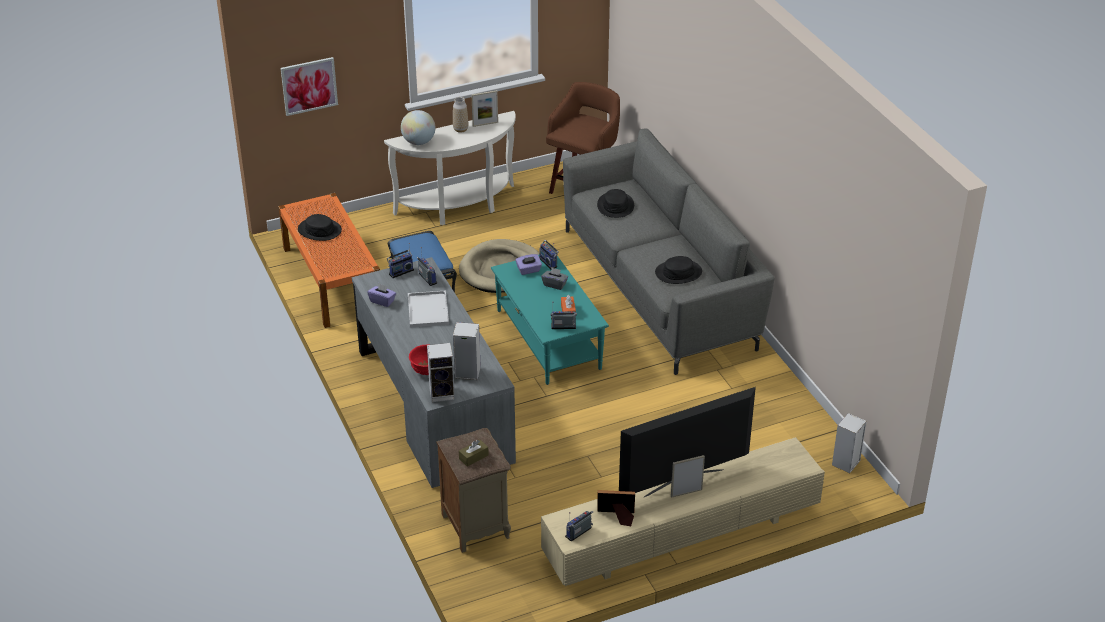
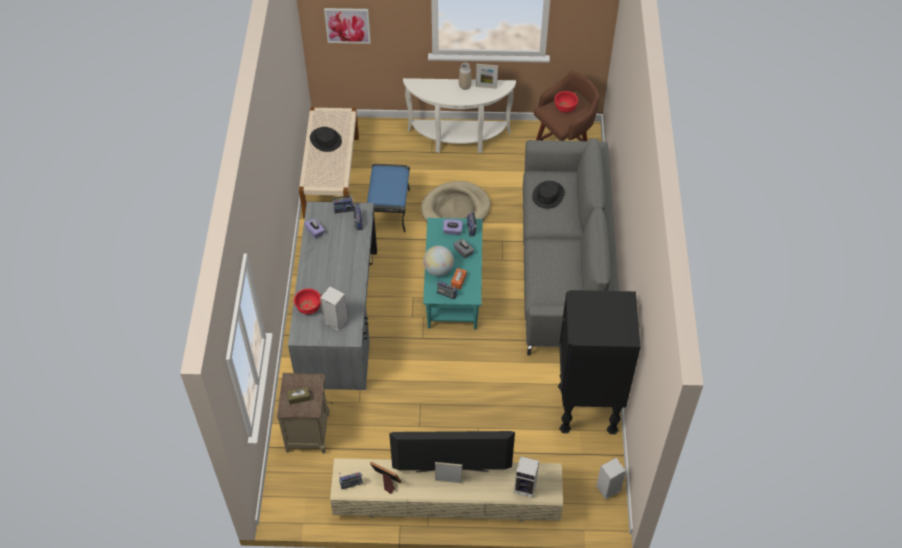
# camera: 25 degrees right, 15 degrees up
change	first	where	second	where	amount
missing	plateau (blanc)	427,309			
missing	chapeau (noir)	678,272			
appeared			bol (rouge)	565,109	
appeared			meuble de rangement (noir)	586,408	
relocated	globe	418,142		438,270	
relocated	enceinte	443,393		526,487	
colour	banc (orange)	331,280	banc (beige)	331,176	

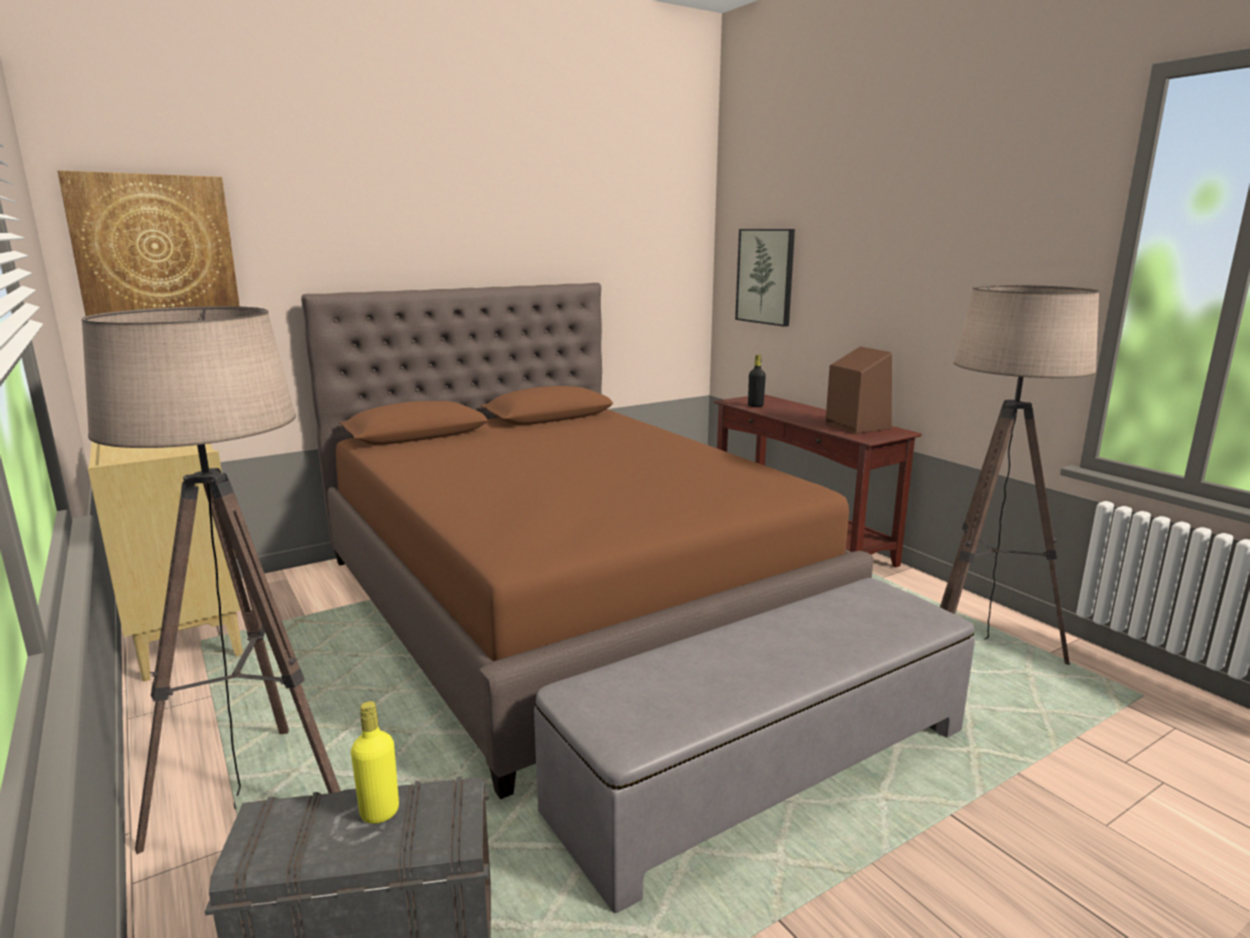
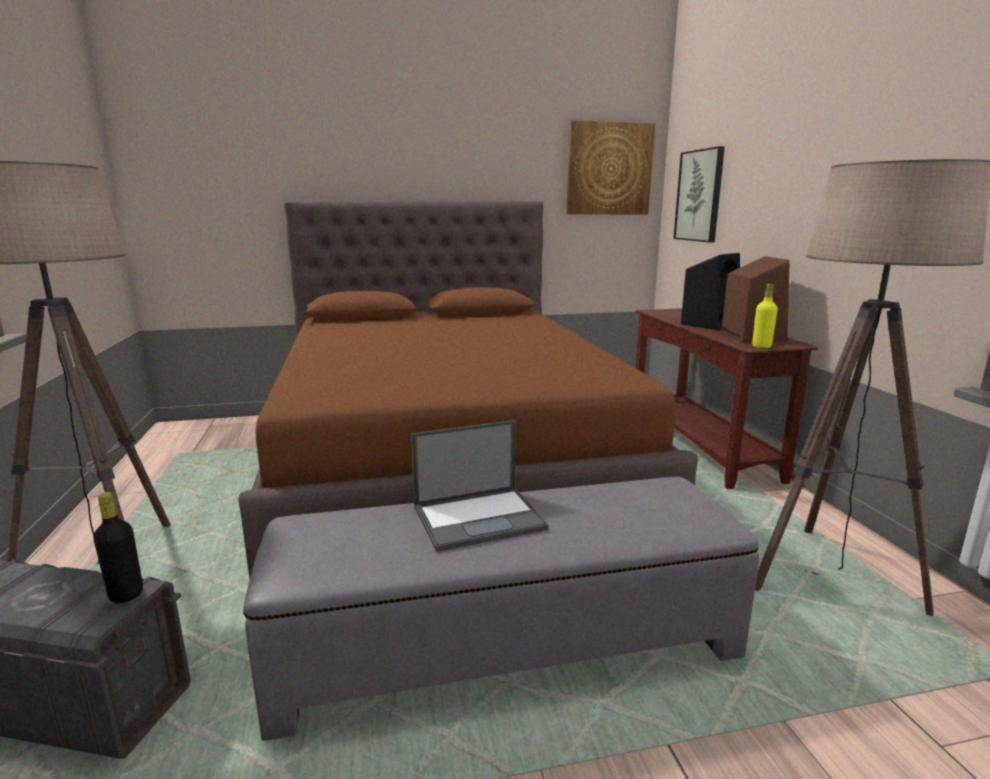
# camera: 20 degrees right, 0 degrees up
change	first	where	second	where	amount
missing	meuble de rangement (beige)	188,638			
appeared			ordinateur portable	480,517	
appeared			enceinte (noir)	710,324	
relocated	tableau	155,246		609,169	
relocated	bouteille (jaune)	379,812		761,346	
relocated	bouteille (noir)	755,406		126,594	

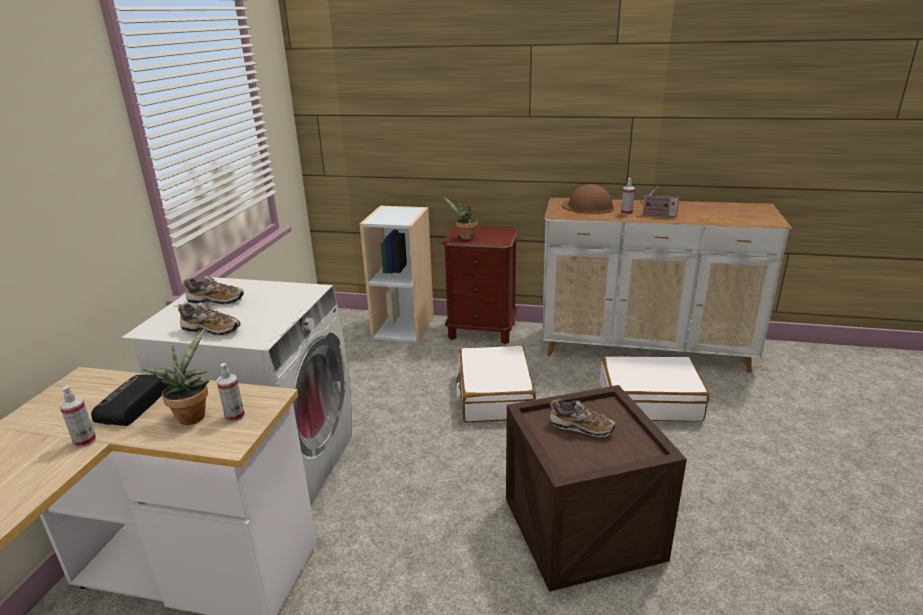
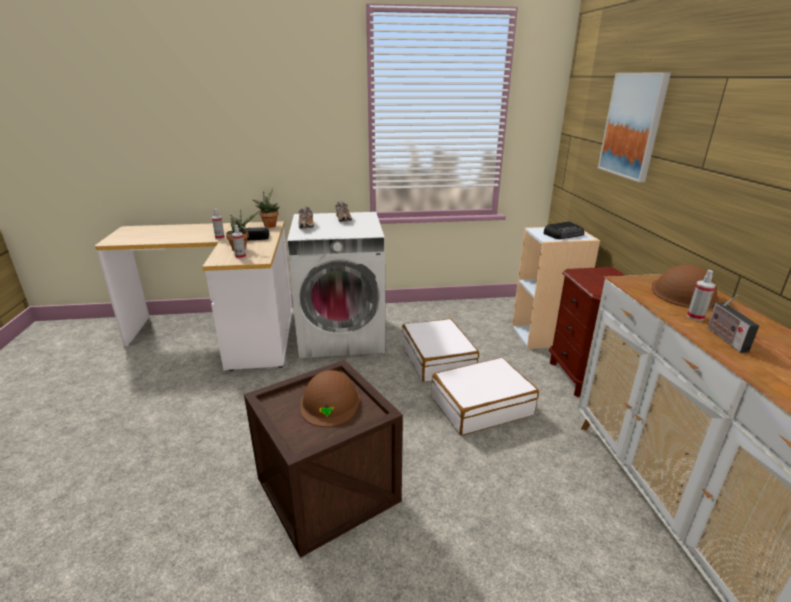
# camera: 70 degrees right, 0 degrees up
change	first	where	second	where	amount
appeared			radio	564,234	
appeared			tableau	633,125	
relocated	plante en pot	465,237		269,225	
relocated	valise (blanc)	649,401		438,359	
exchanged	chaussure	581,427	casque de chantier (marron)	330,402	

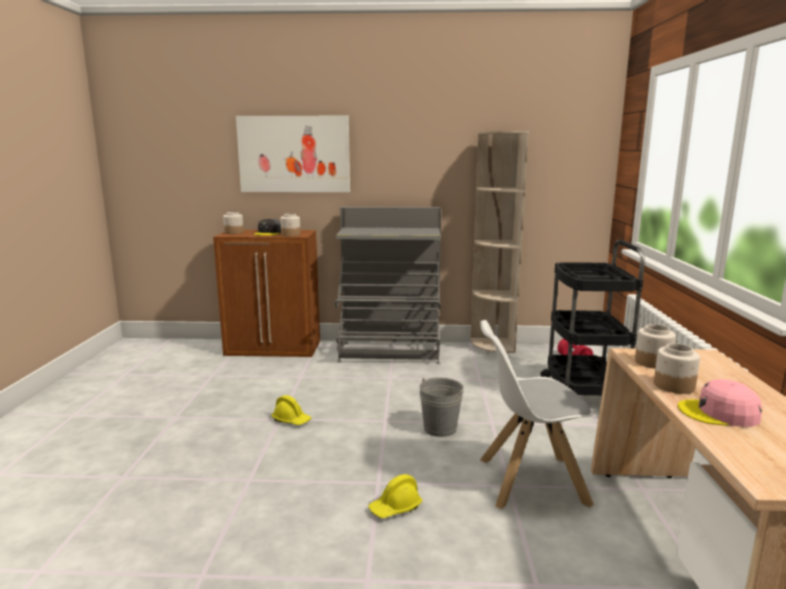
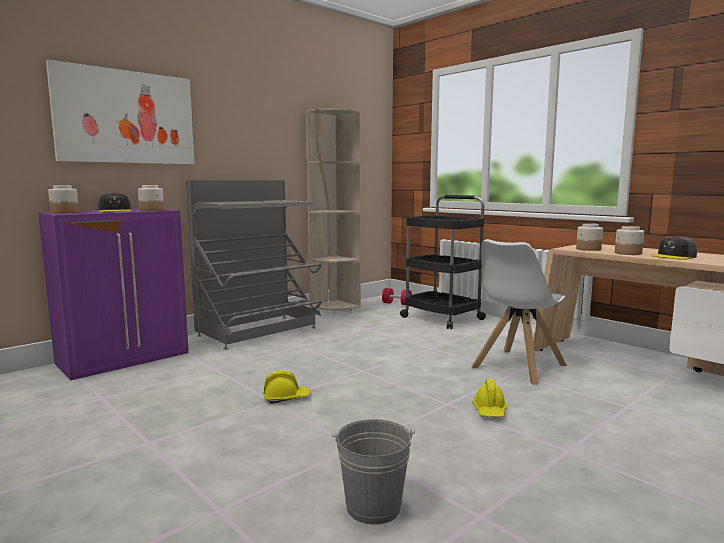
# camera: 45 degrees left, 5 degrees down
change	first	where	second	where	amount
relocated	seau (gris)	440,428		373,506	
colour	meuble de rangement (marron)	273,348	meuble de rangement (violet)	124,358	
colour	casquette (rose)	719,413	casquette (gris)	674,256	

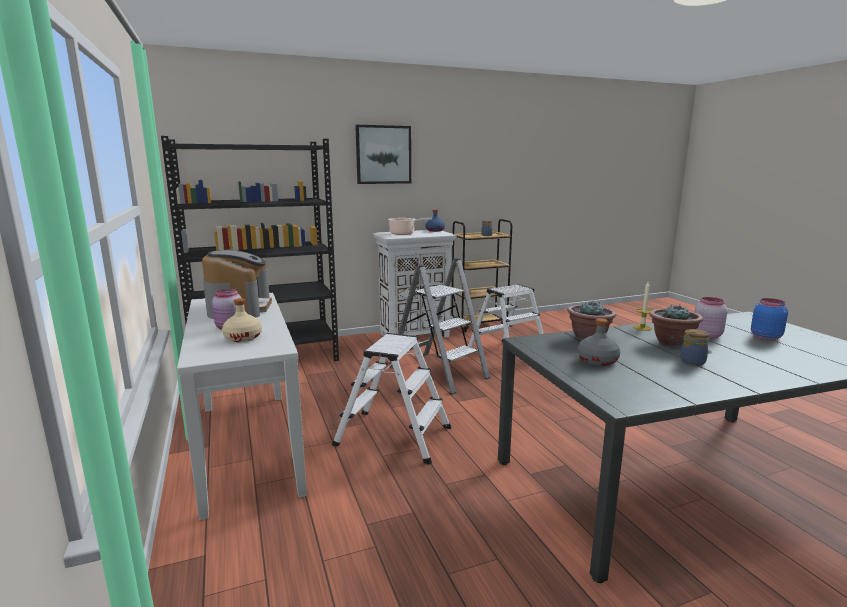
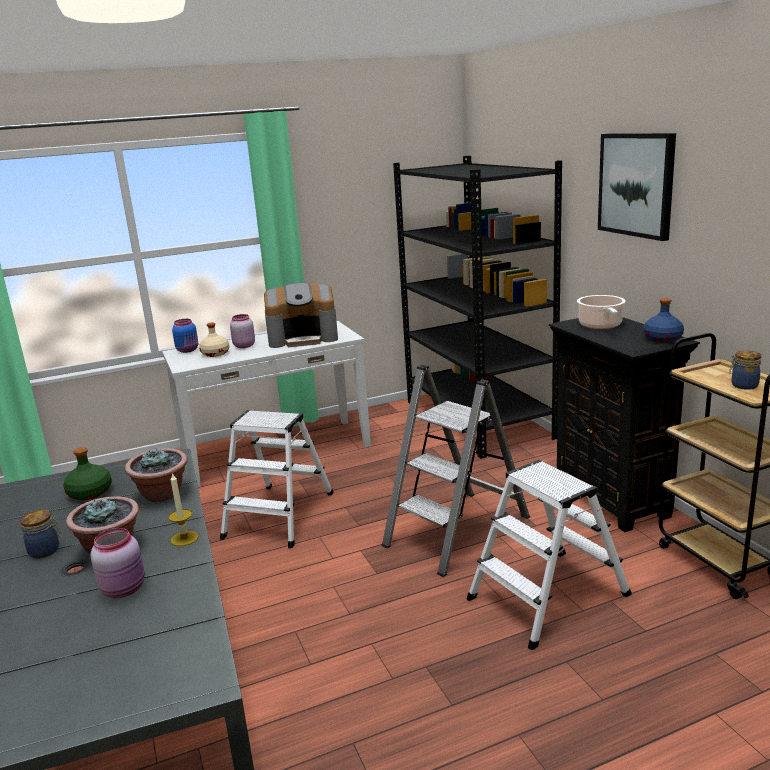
# camera: 90 degrees right, 5 degrees up
change	first	where	second	where	amount
relocated	bocal (bleu)	765,337		188,350	
colour	meuble de rangement (blanc)	415,335	meuble de rangement (noir)	613,500	
colour	bouteille (gris)	598,361	bouteille (vert)	89,493	

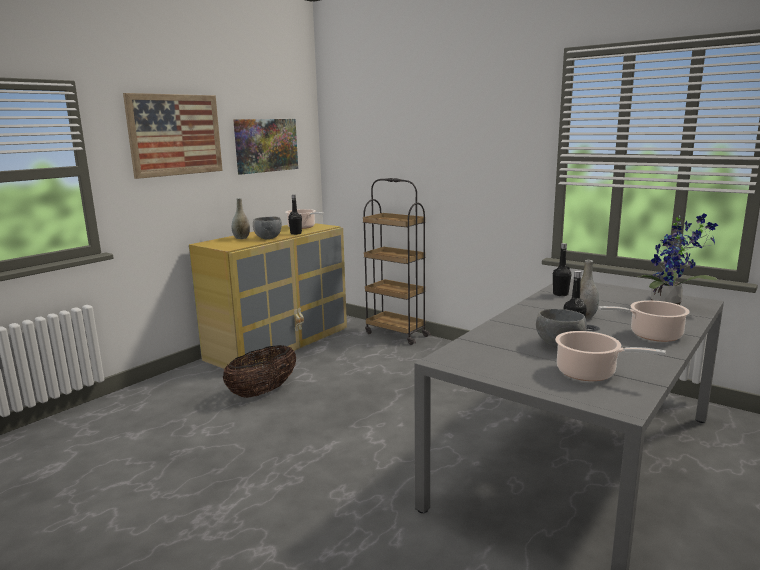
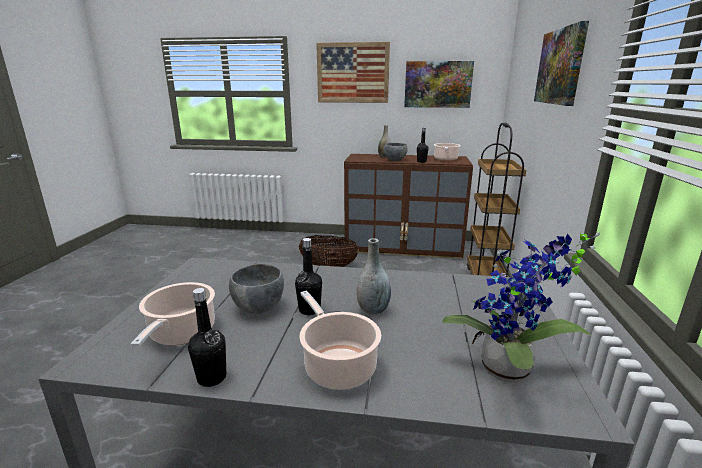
# camera: 60 degrees right, 5 degrees up
change	first	where	second	where	amount
appeared			tableau	560,66	
relocated	bouteille (noir)	560,294		212,378	
colour	meuble de rangement (jaune)	279,343	meuble de rangement (marron)	403,247	

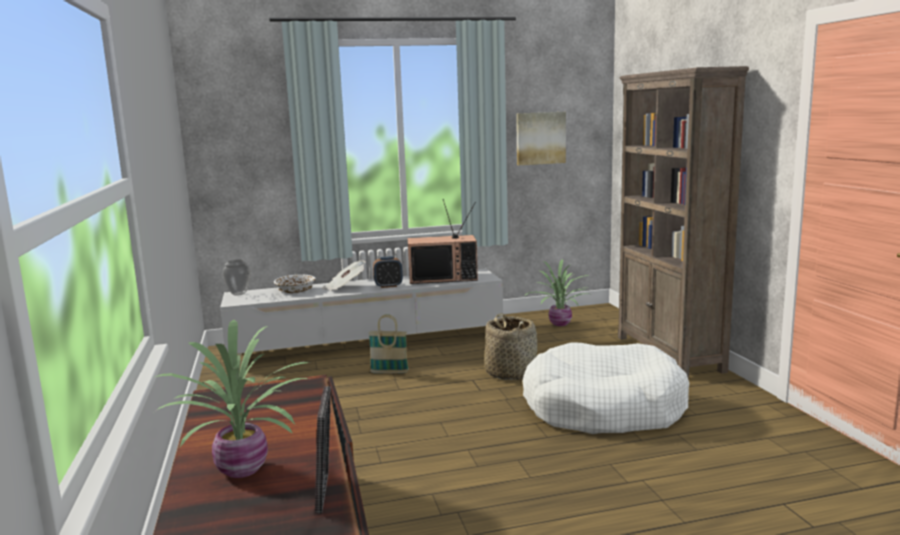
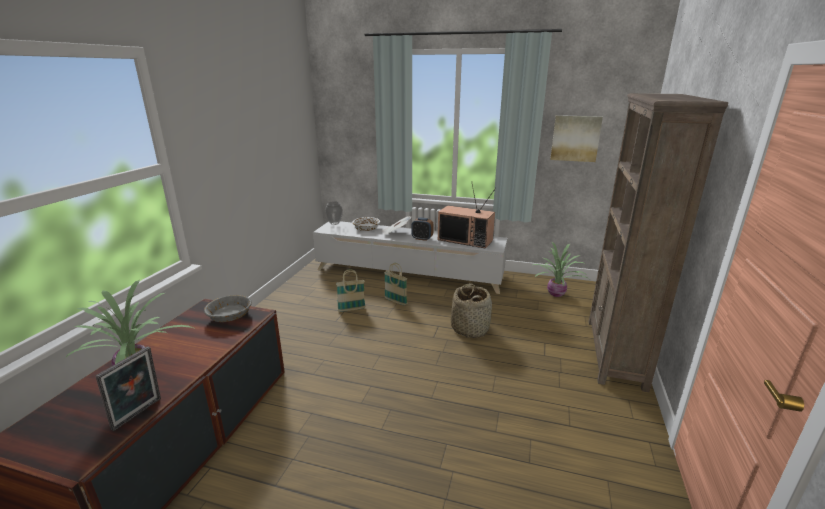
# camera: 30 degrees right, 10 degrees up
change	first	where	second	where	amount
missing	panier pour chien (blanc)	603,408			
appeared			bol (gris)	230,315	
appeared			panier	351,309	

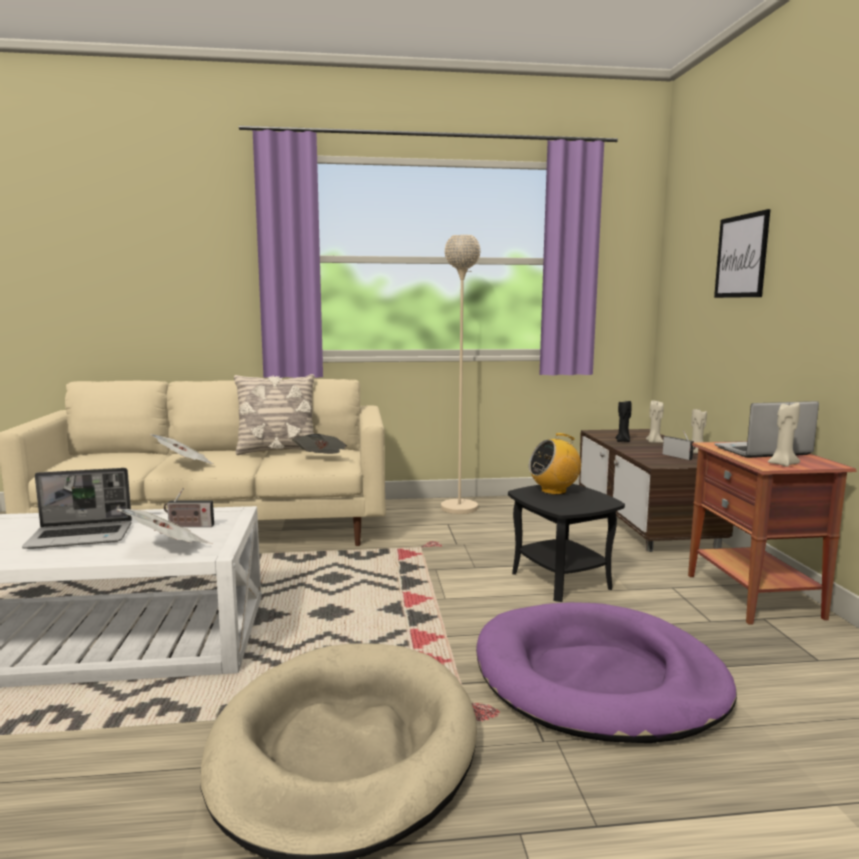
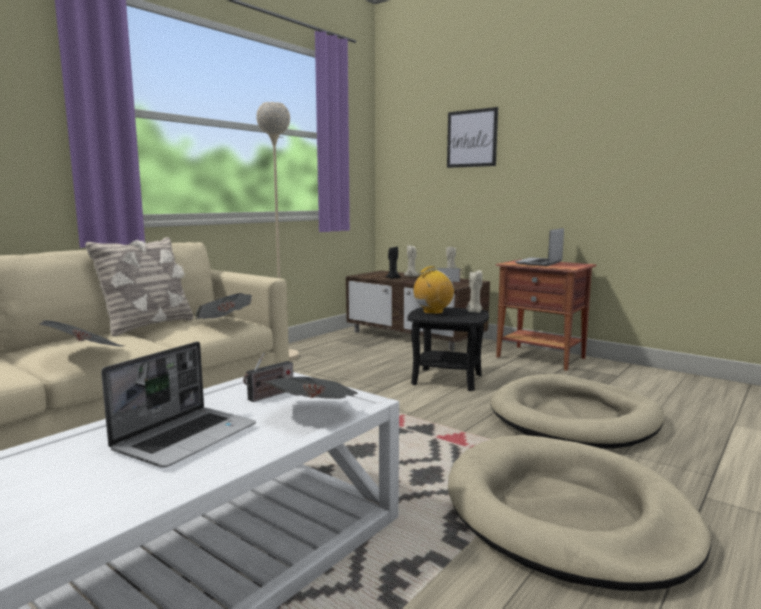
# camera: 45 degrees left, 0 degrees up
change	first	where	second	where	amount
relocated	bougie (beige)	782,464		474,312	
colour	panier pour chien (violet)	599,678	panier pour chien (beige)	574,418	
spun	radio	554,491		433,312	150 degrees counterclockwise

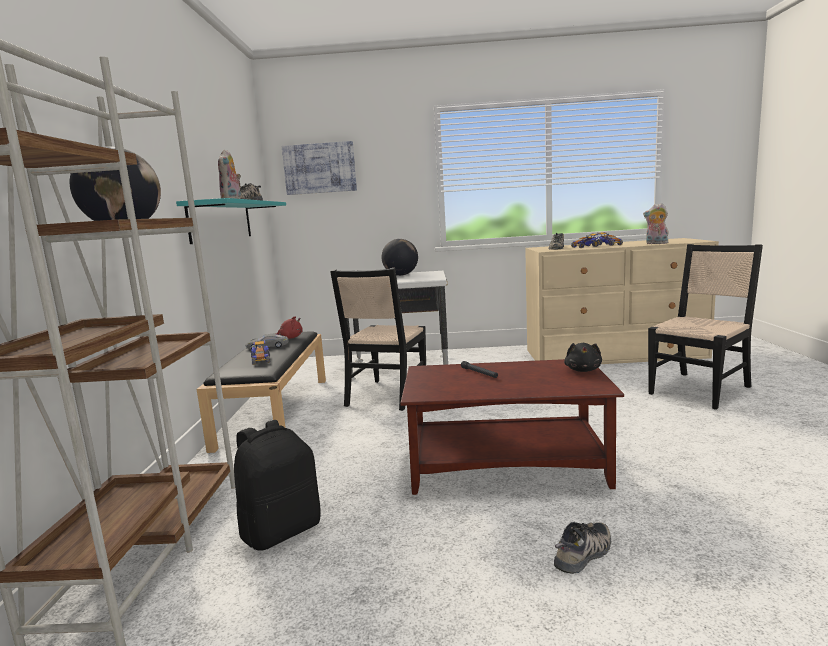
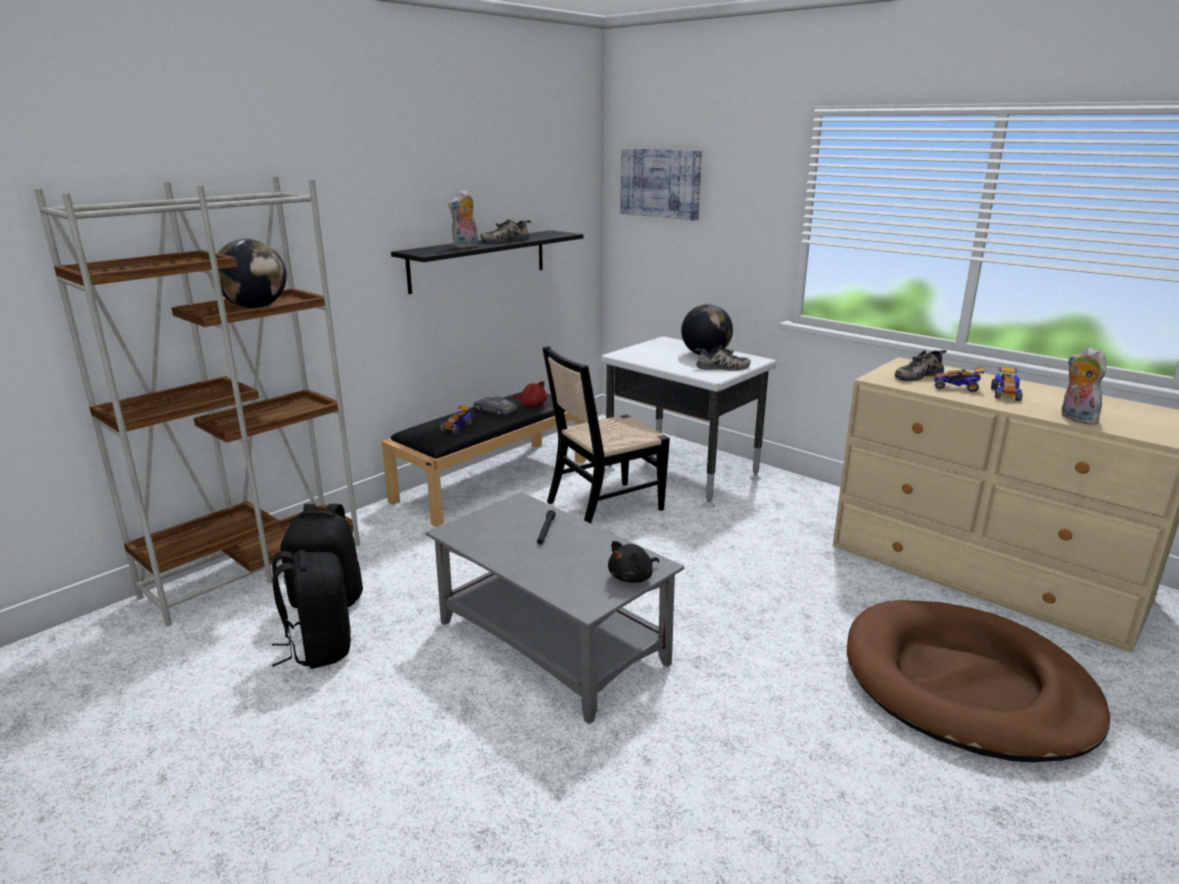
# camera: 40 degrees right, 10 degrees up
change	first	where	second	where	amount
appeared			sac à dos (noir)	318,648	
relocated	chaussure	584,554		722,367	
exchanged	chaise	699,390	panier pour chien (marron)	966,686	
colour	étagère (turquoise)	221,221	étagère (noir)	479,260	
colour	table basse (marron)	507,465	table basse (gris)	553,643	

